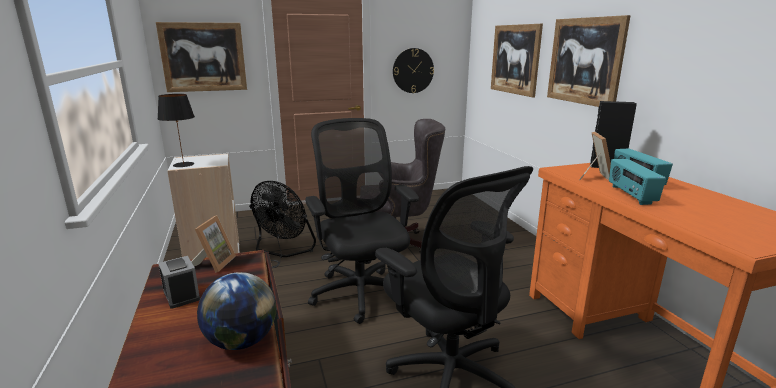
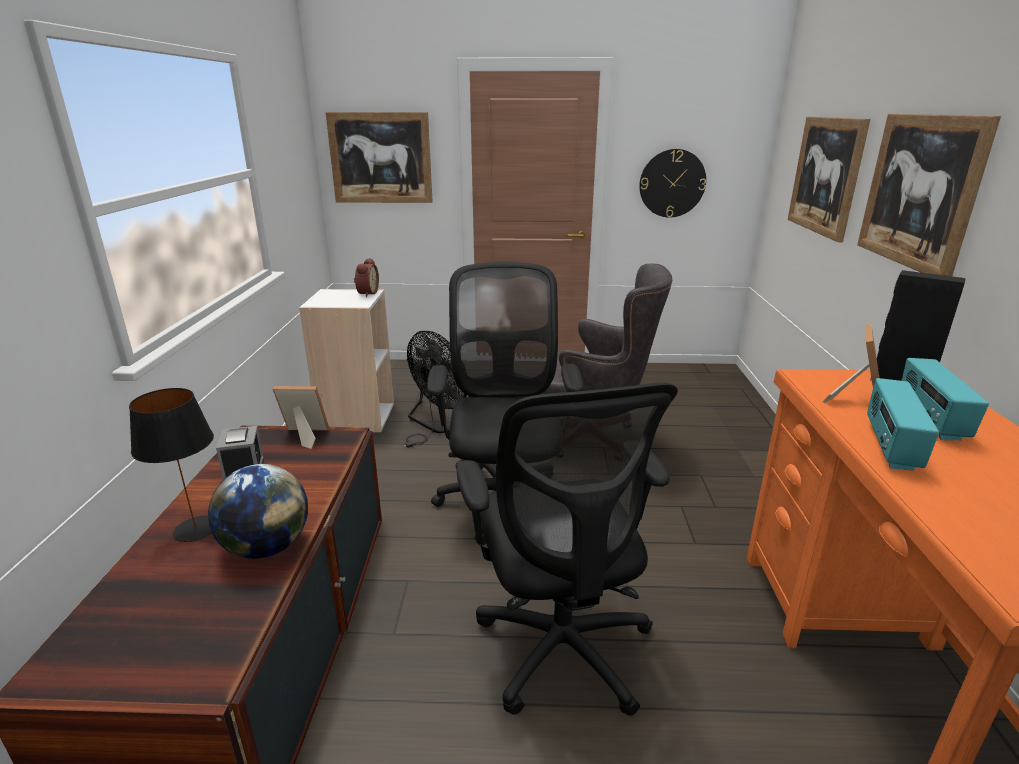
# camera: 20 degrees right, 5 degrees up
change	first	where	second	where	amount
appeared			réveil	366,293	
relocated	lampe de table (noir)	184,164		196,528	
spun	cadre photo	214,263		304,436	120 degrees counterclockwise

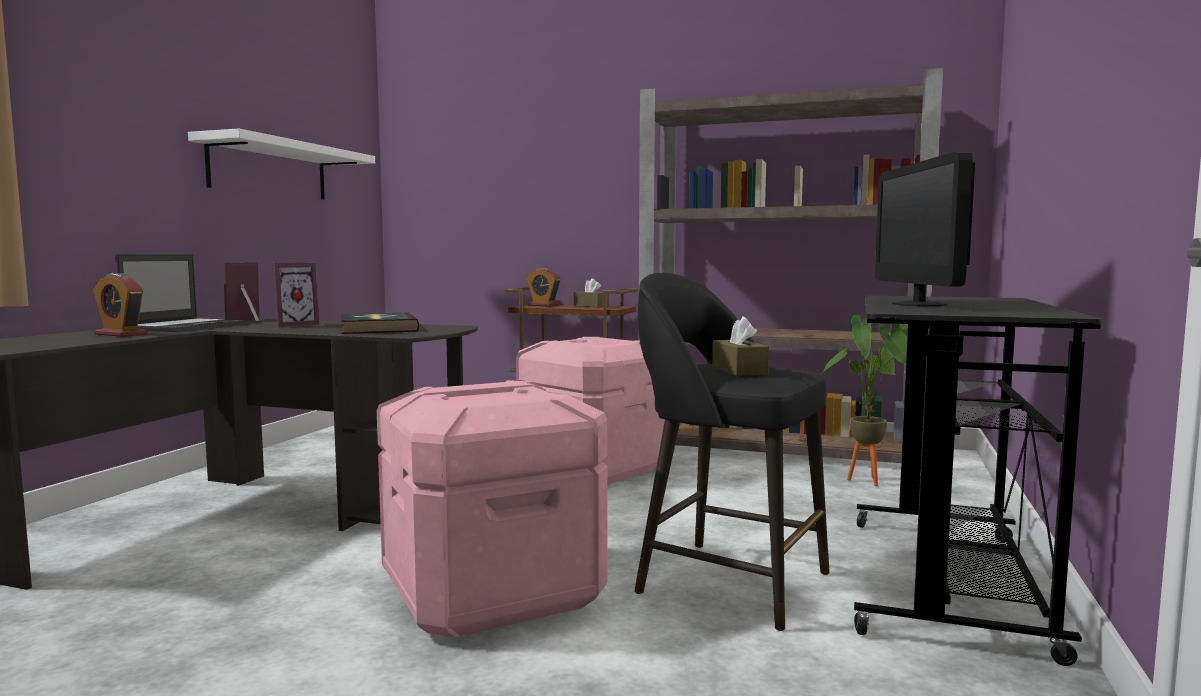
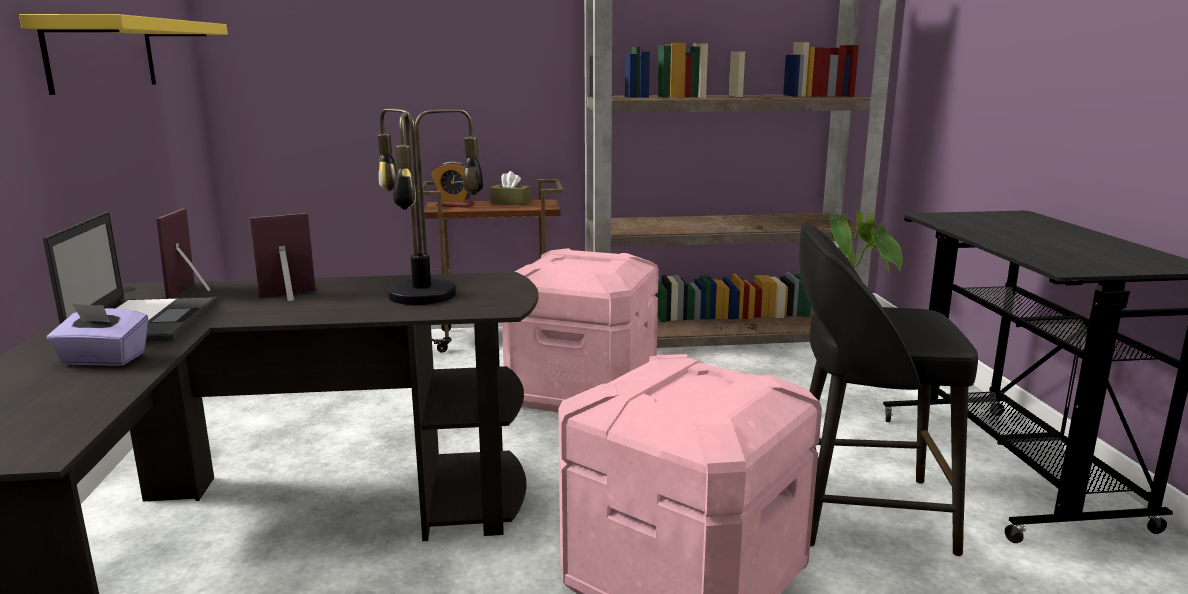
# camera: 25 degrees left, 10 degrees up
change	first	where	second	where	amount
missing	boîte à mouchoirs (marron)	739,370			
missing	écran d'ordinateur	919,304			
exchanged	réveil	121,334	boîte à mouchoirs (violet)	103,359	
exchanged	livre	378,328	lampe de table	424,295	
colour	étagère (blanc)	269,170	étagère (jaune)	102,54	
spun	cadre photo	293,325		289,297	135 degrees counterclockwise

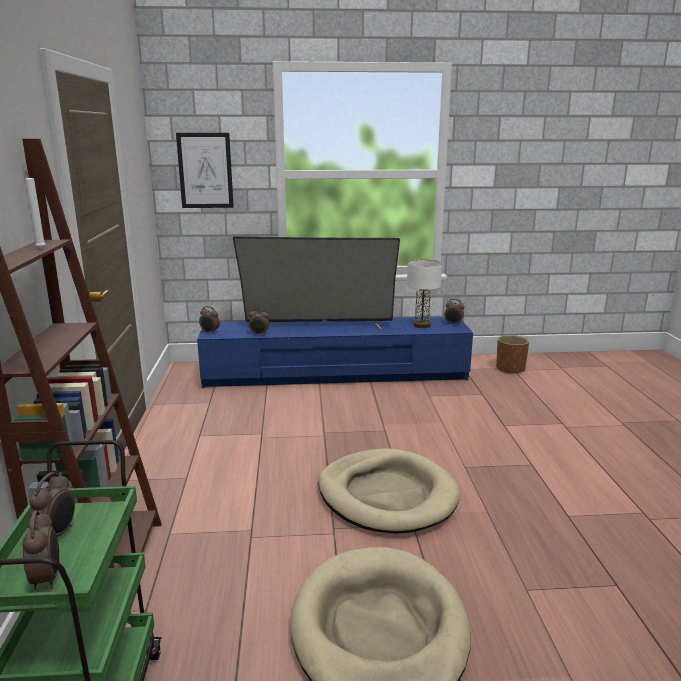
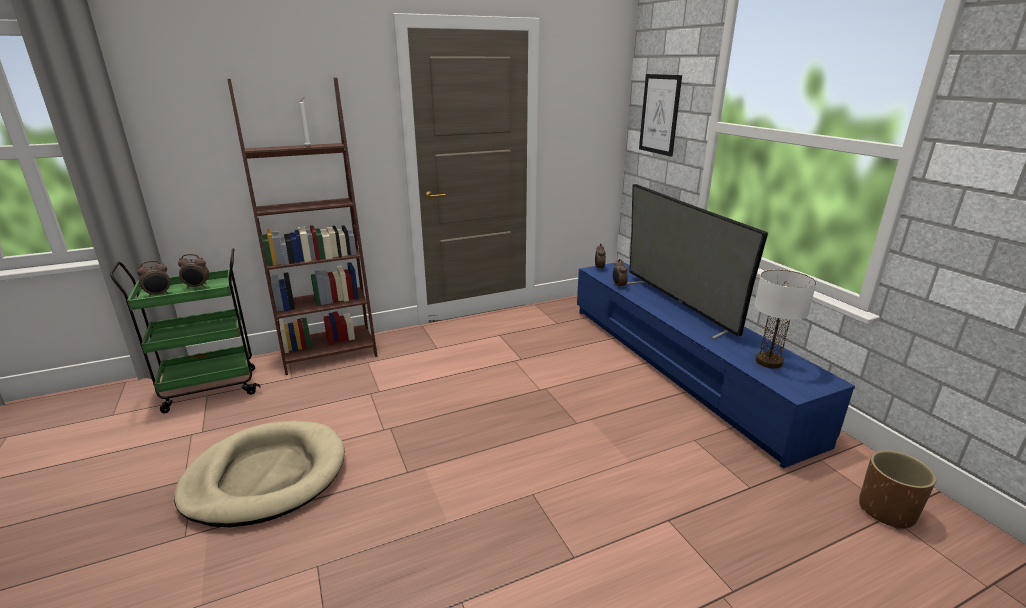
# camera: 70 degrees right, 5 degrees up
change	first	where	second	where	amount
missing	panier pour chien (beige)	387,495			
missing	réveil	453,324			

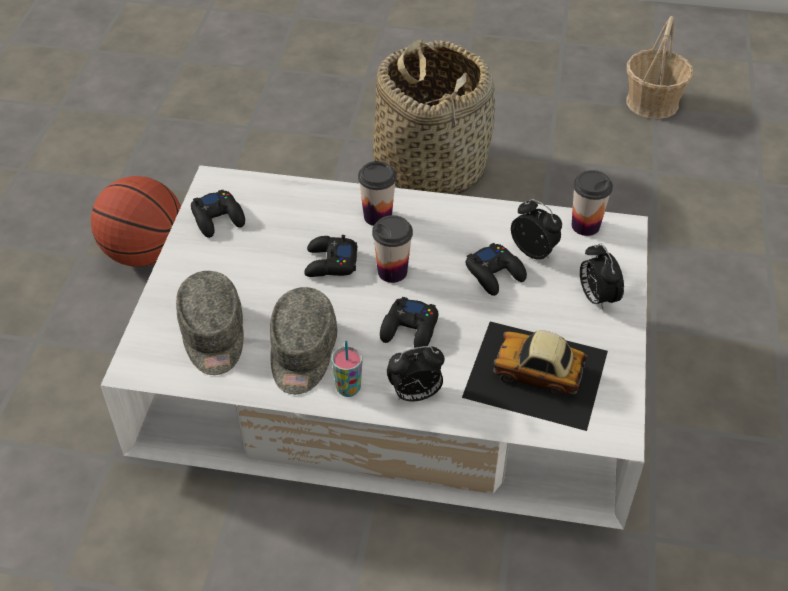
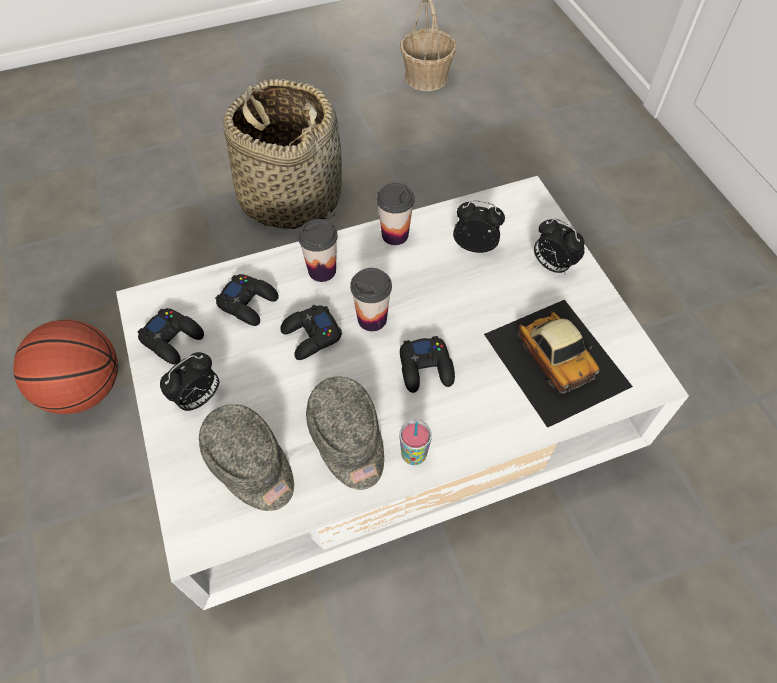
# camera: 30 degrees left, 10 degrees up
change	first	where	second	where	amount
relocated	réveil	415,394		198,398	
relocated	manette (noir)	495,274		249,303	
relocated	tasse	585,226		395,235	
spun	petite voiture	536,374		556,359	105 degrees counterclockwise

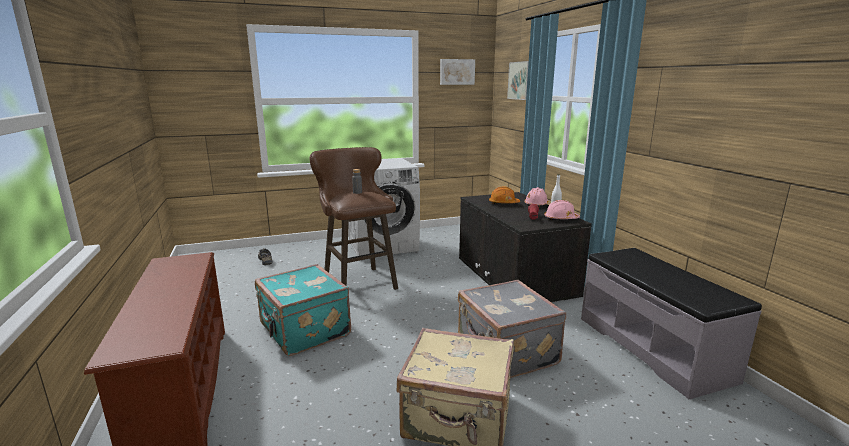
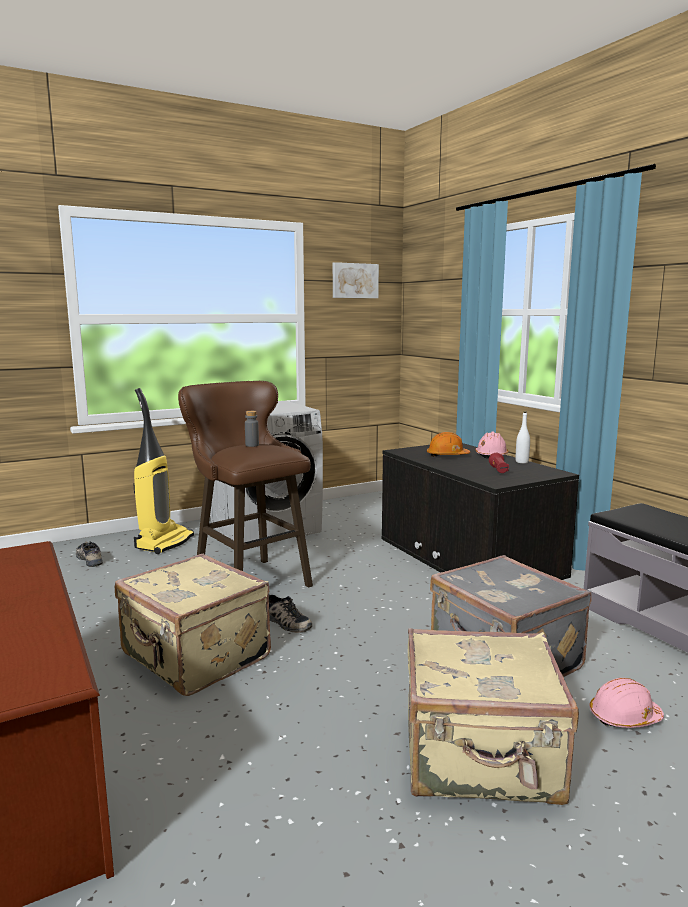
# camera: 10 degrees left, 5 degrees down
change	first	where	second	where	amount
missing	tableau	521,80			
appeared			aspirateur	164,542	
appeared			chaussure	285,622	
relocated	casque de chantier (rose)	561,219		624,717	
colour	valise (turquoise)	303,331	valise (beige)	194,657	

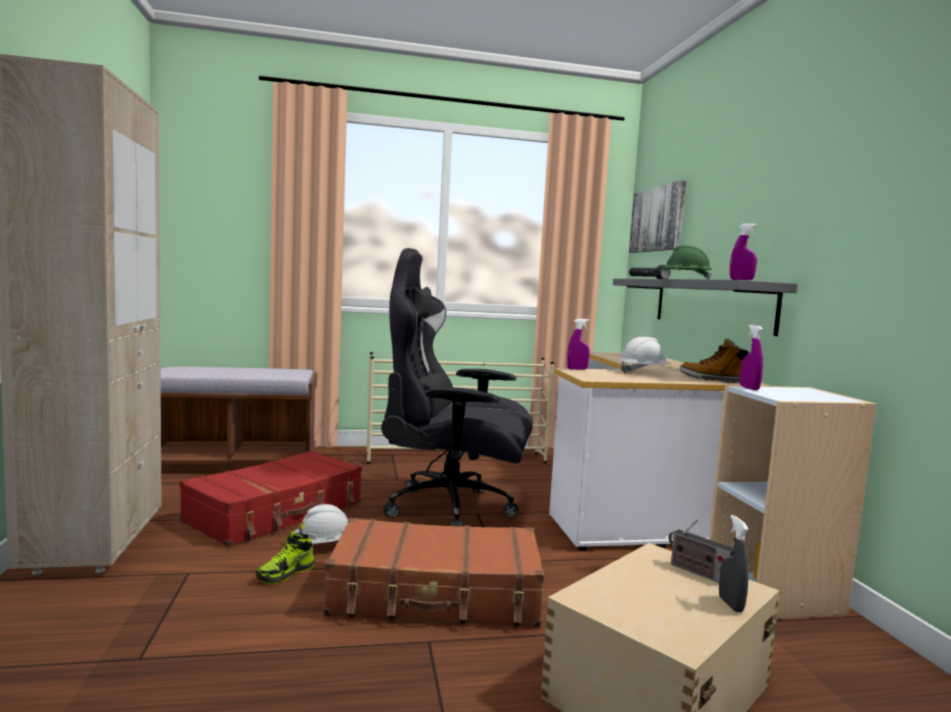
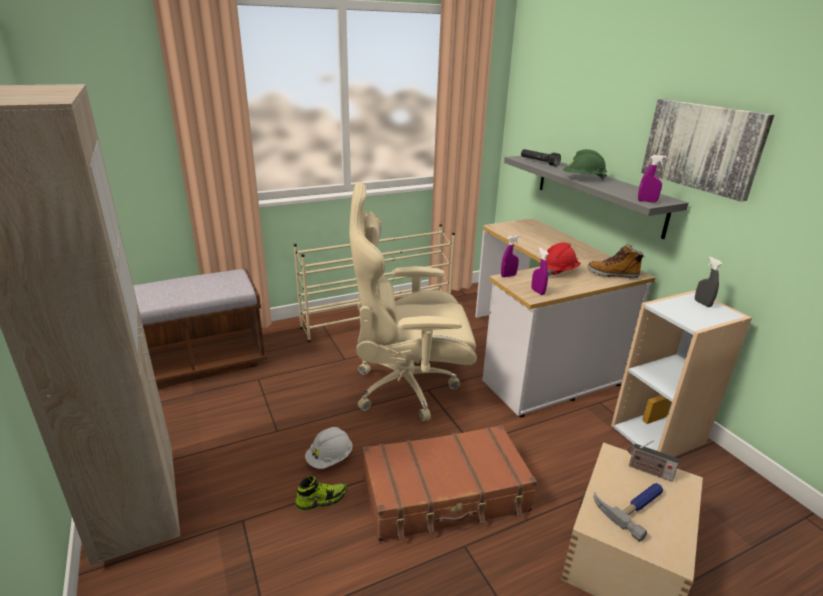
# camera: 15 degrees left, 20 degrees up
change	first	where	second	where	amount
missing	valise (rouge)	276,512			
appeared			marteau	633,505	
relocated	tableau	658,219		702,147	
relocated	vaporisateur (gris)	730,604		702,303	
relocated	vaporisateur (violet)	749,388		537,292	
colour	chaise de bureau (noir)	458,509	chaise de bureau (beige)	411,388	
colour	casque de chantier (blanc)	643,373	casque de chantier (rouge)	558,271	
spun	chaussure	286,573		321,500	135 degrees counterclockwise

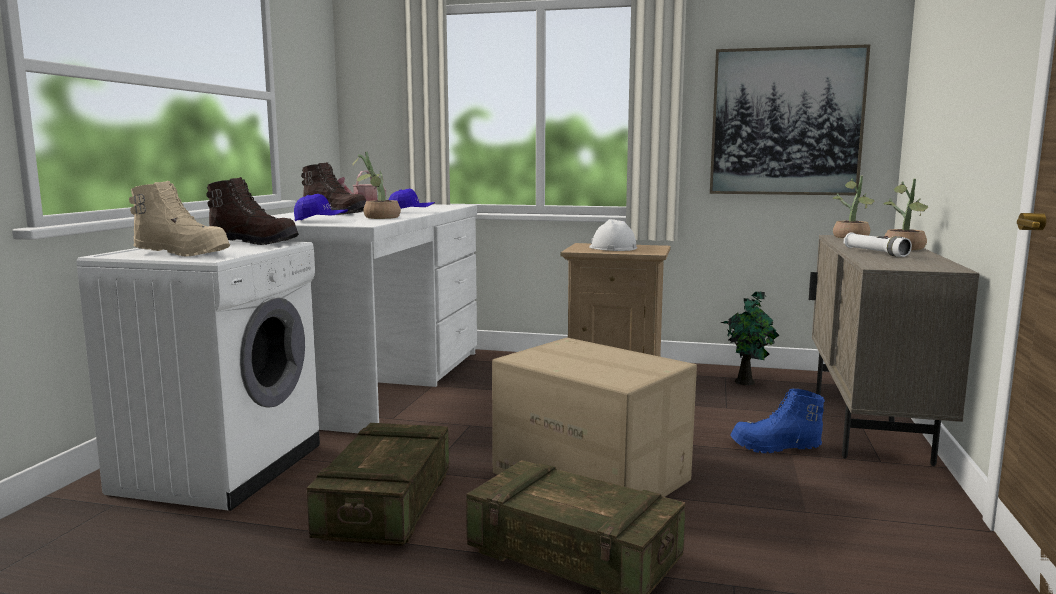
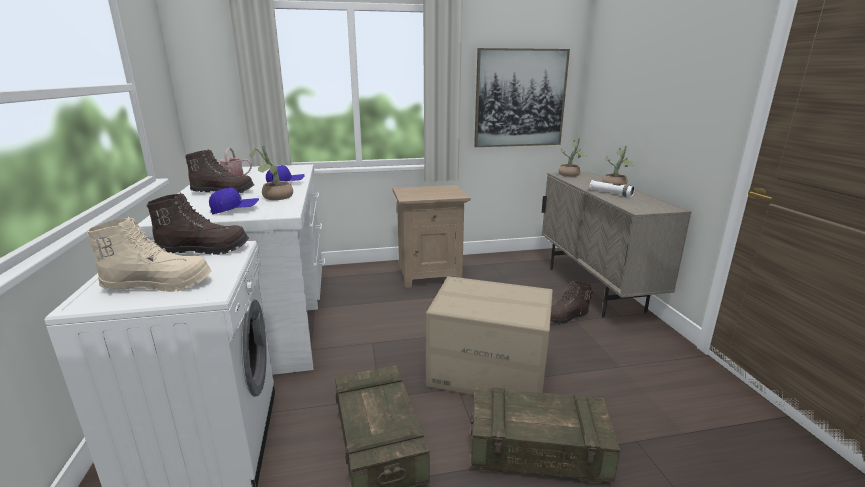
# camera: 25 degrees left, 10 degrees up
change	first	where	second	where	amount
missing	casque de chantier (blanc)	612,248			
missing	plante en pot	746,382			
colour	botte (bleu)	775,447	botte (marron)	564,317	

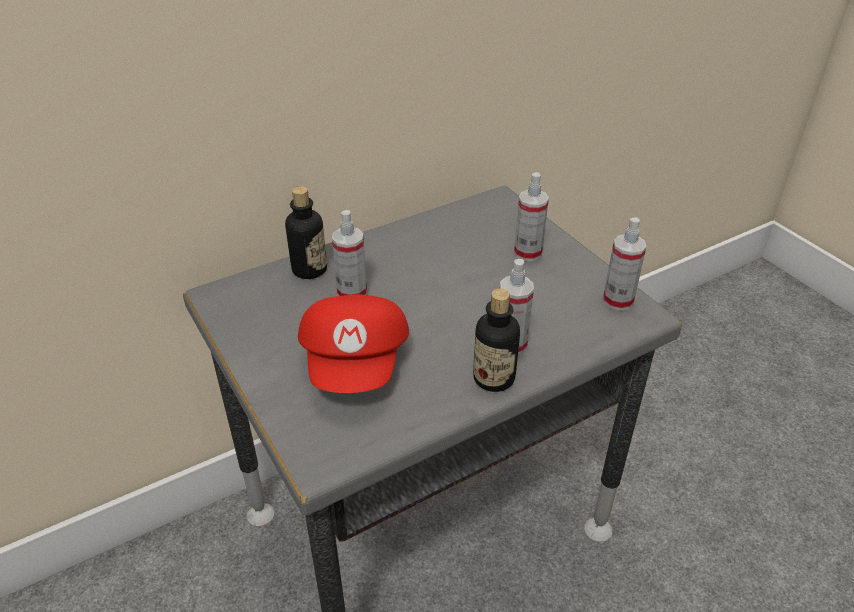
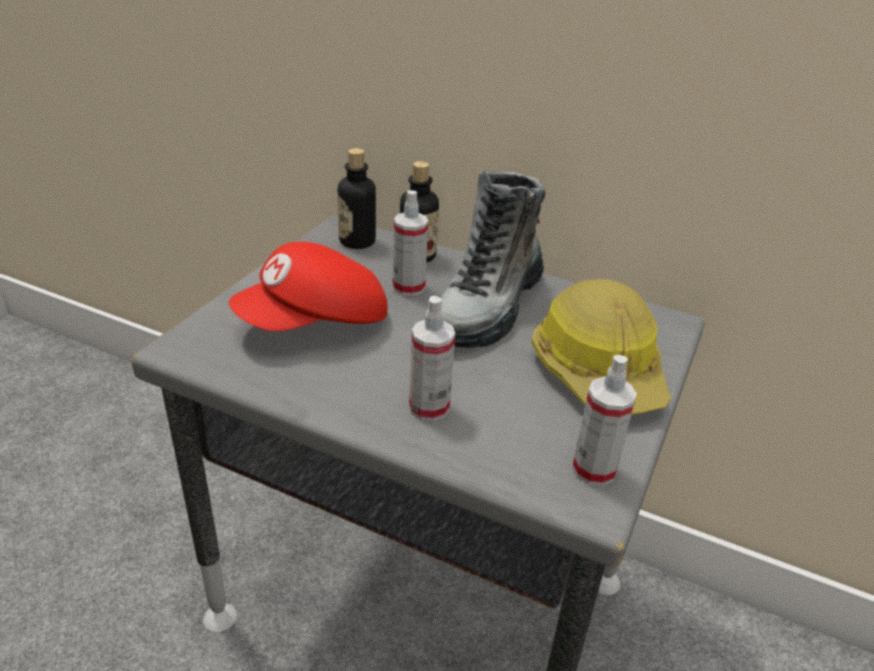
# camera: 55 degrees right, 5 degrees down
change	first	where	second	where	amount
appeared			botte	487,308	
relocated	bouteille	494,378		357,241	
exchanged	vaporisateur	527,253	casque de chantier	598,371	

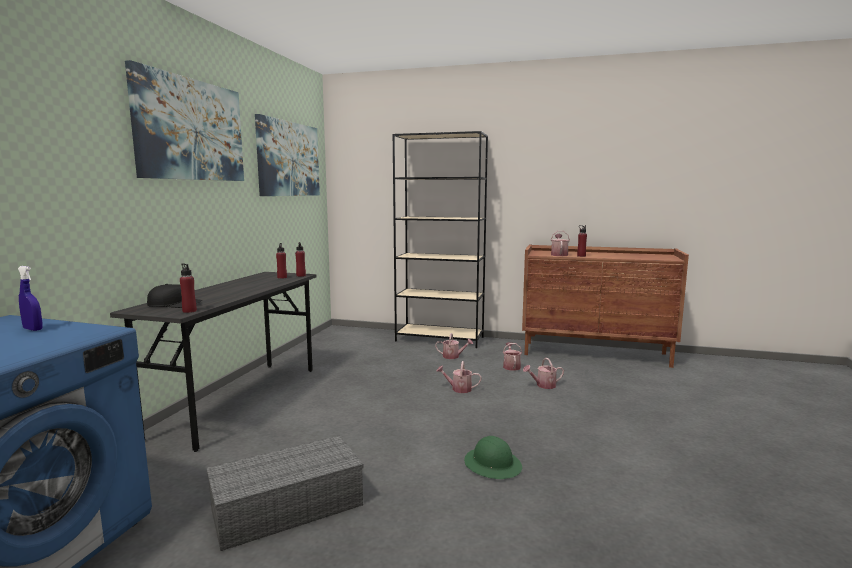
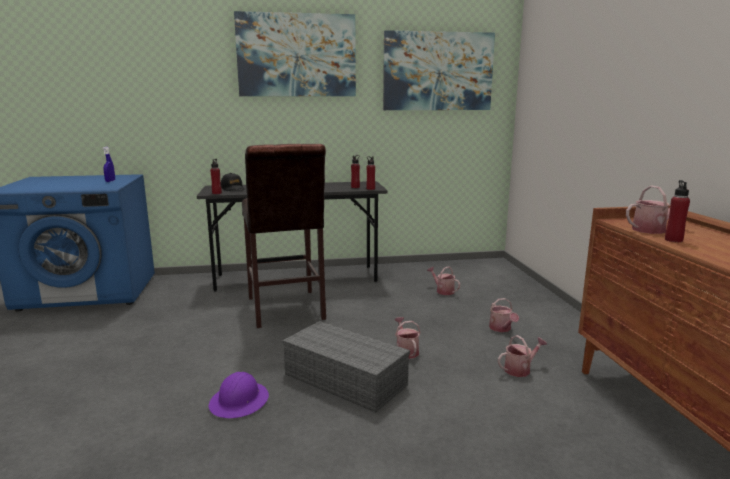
# camera: 65 degrees right, 5 degrees up
change	first	where	second	where	amount
missing	bibliothèque (beige)	440,339			
appeared			tabouret (marron)	286,310	
relocated	boîte de rangement (gris)	289,506		347,379	
relocated	arrosoir	543,385		443,291	
colour	casque de chantier (vert)	492,465	casque de chantier (violet)	239,401	

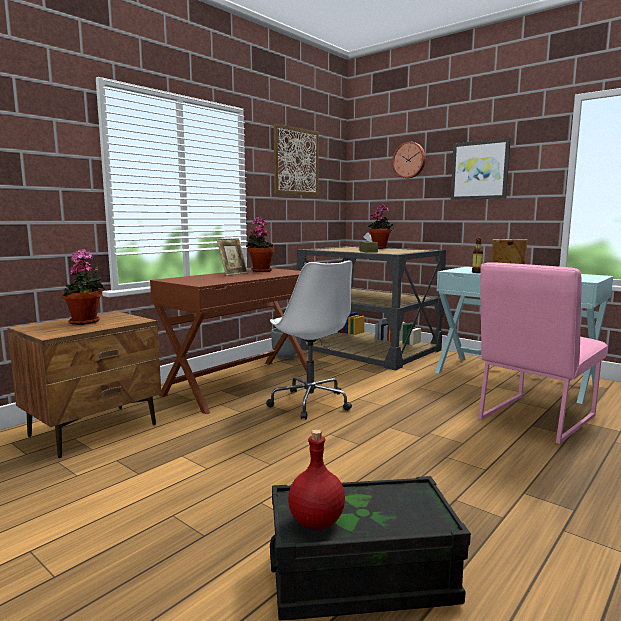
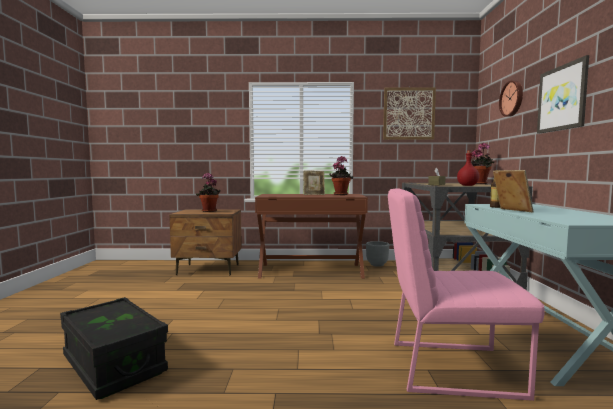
# camera: 50 degrees right, 5 degrees down
change	first	where	second	where	amount
missing	chaise de bureau (blanc)	311,404			
relocated	bouteille (rouge)	315,522		467,185	

